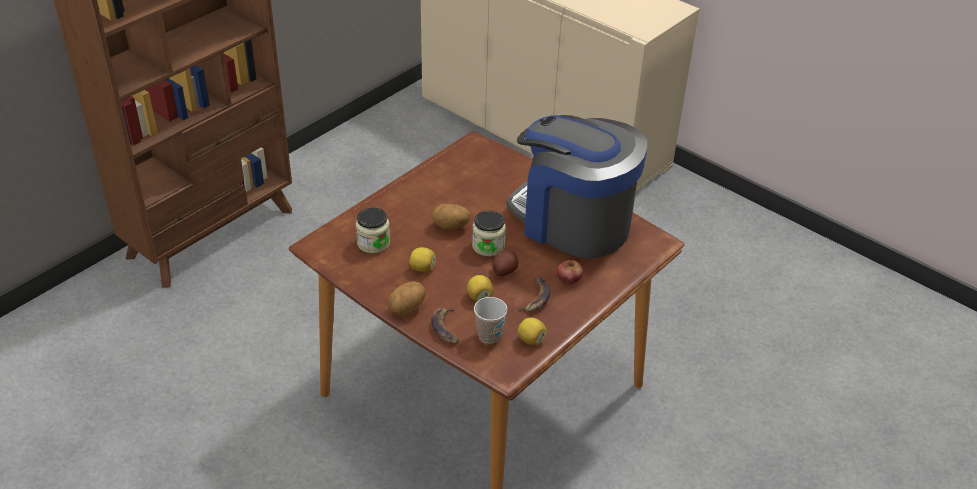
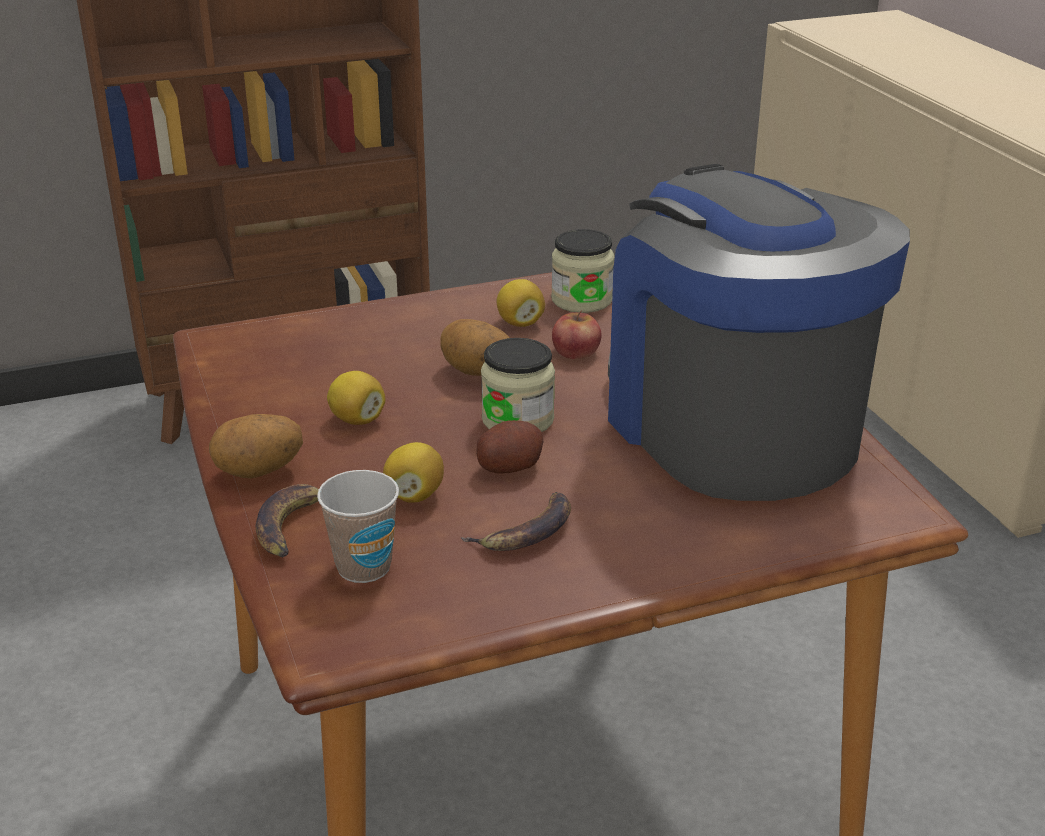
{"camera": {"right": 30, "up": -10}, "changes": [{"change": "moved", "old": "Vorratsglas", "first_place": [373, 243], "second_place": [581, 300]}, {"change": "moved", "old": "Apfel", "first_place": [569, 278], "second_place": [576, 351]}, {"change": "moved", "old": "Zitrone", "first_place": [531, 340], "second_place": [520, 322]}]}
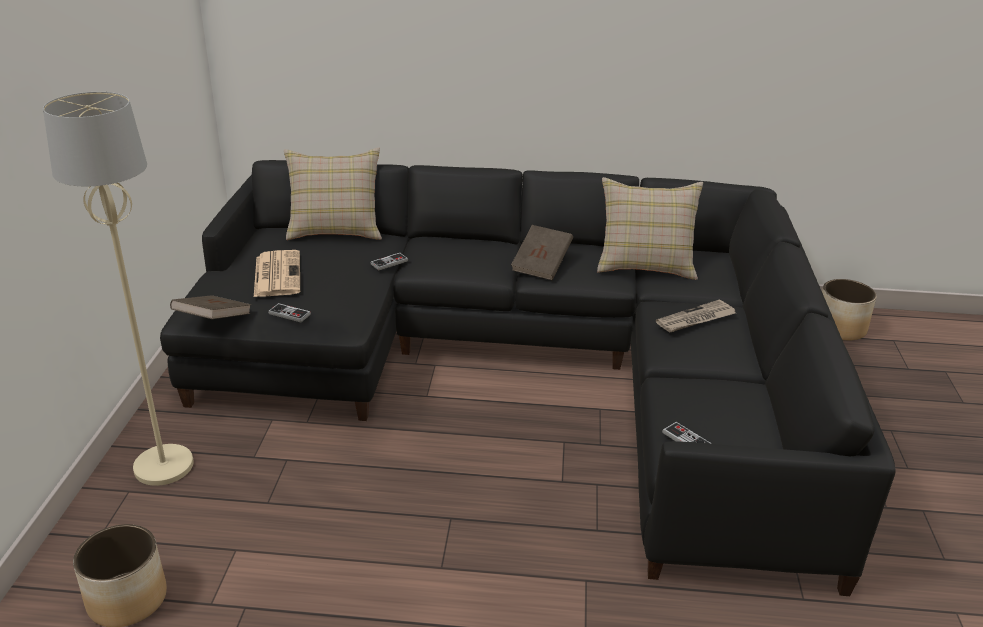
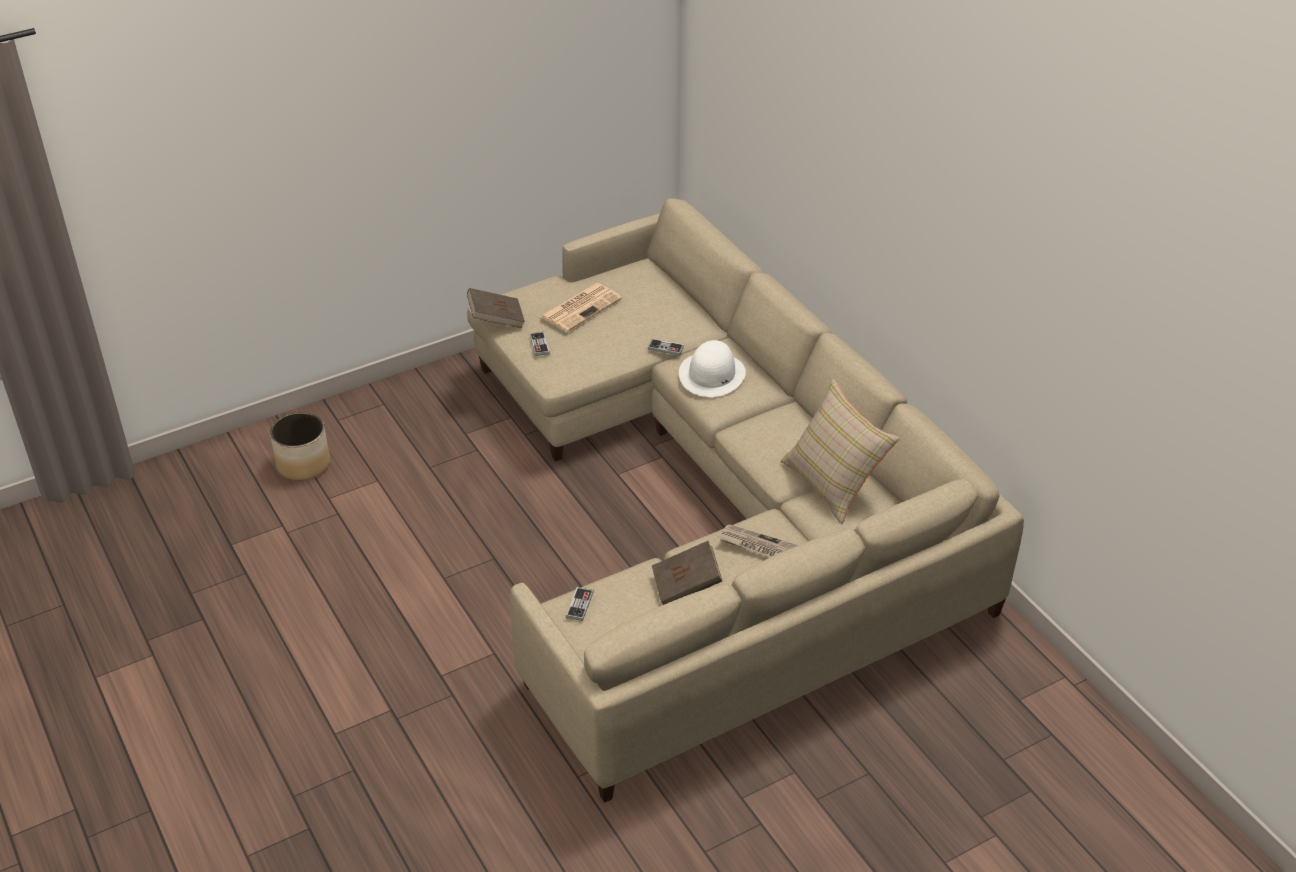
{"camera": {"right": 55, "up": 10}, "changes": [{"change": "removed", "old": "Stehlampe (beige)", "first_place": [163, 466]}, {"change": "removed", "old": "Kissen (beige)", "first_place": [335, 229]}, {"change": "recoloured", "old": "Sofa (schwarz)", "new": "Sofa (beige)", "first_place": [527, 367], "second_place": [715, 508]}, {"change": "moved", "old": "Buch (braun)", "first_place": [541, 265], "second_place": [686, 586]}, {"change": "removed", "old": "Pflanzkübel", "first_place": [839, 328]}, {"change": "added", "new": "Hut (weiß)", "second_place": [712, 374]}]}
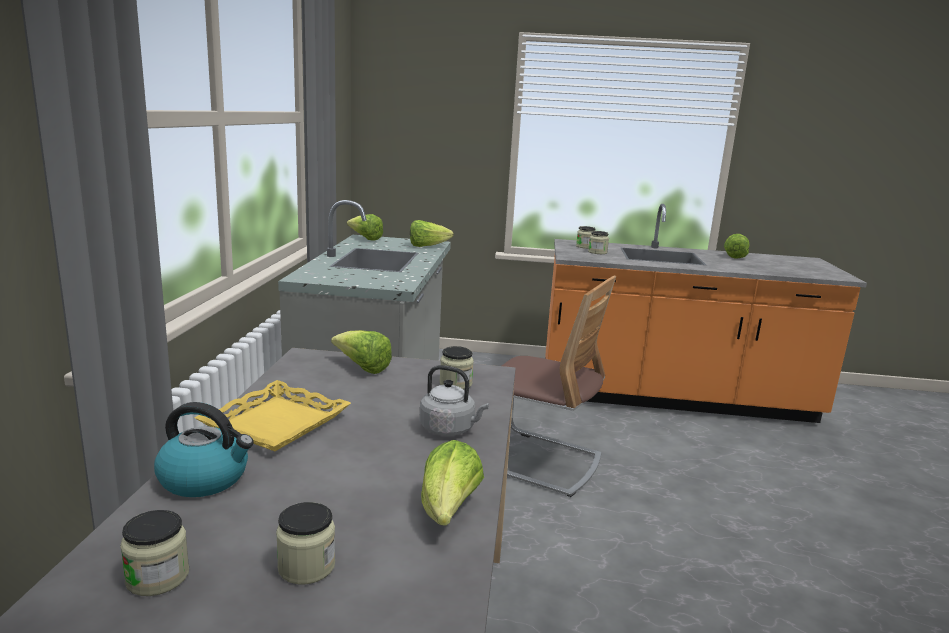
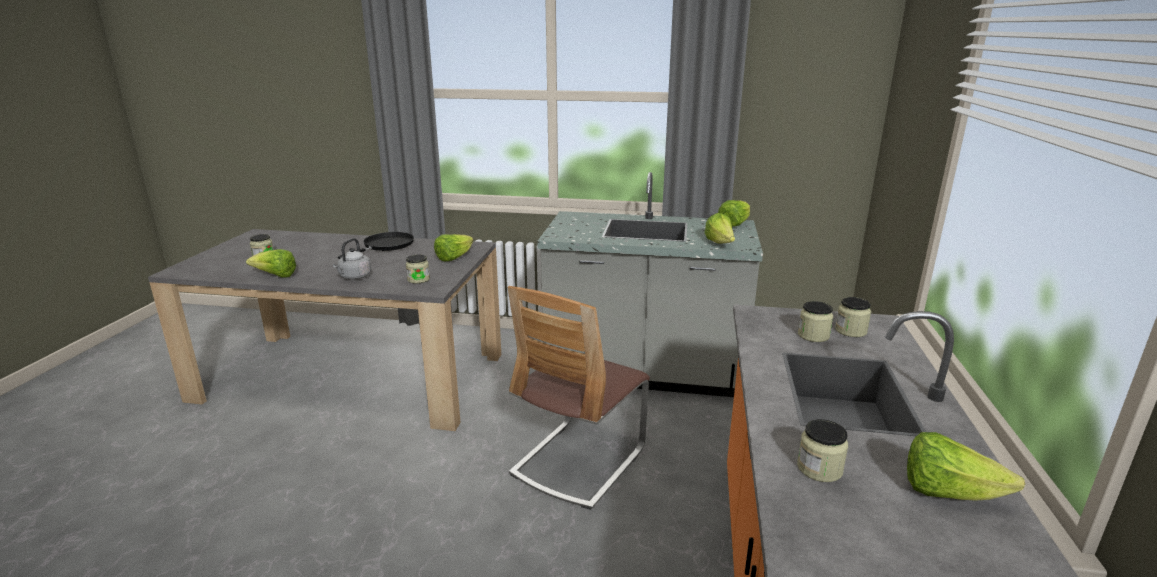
{"camera": {"right": 95, "up": 5}, "changes": [{"change": "replaced", "old": "Tablett (gelb)", "new": "Pfanne (schwarz)", "first_place": [275, 423], "second_place": [386, 246]}, {"change": "removed", "old": "Wasserkessel", "first_place": [205, 479]}, {"change": "moved", "old": "Vorratsglas", "first_place": [157, 577], "second_place": [819, 469]}]}
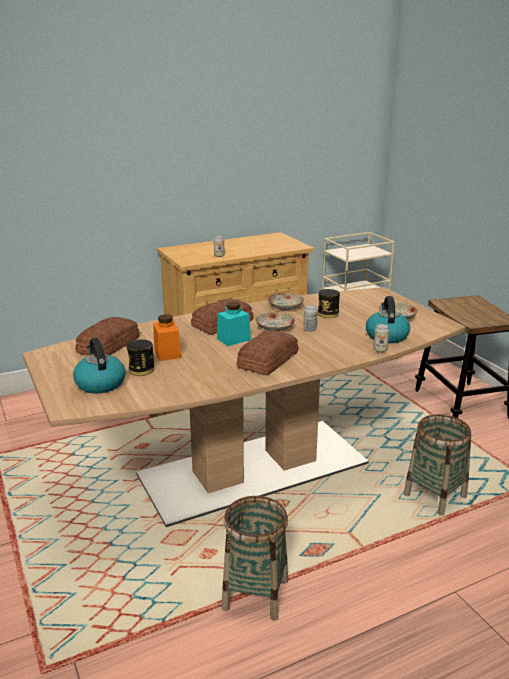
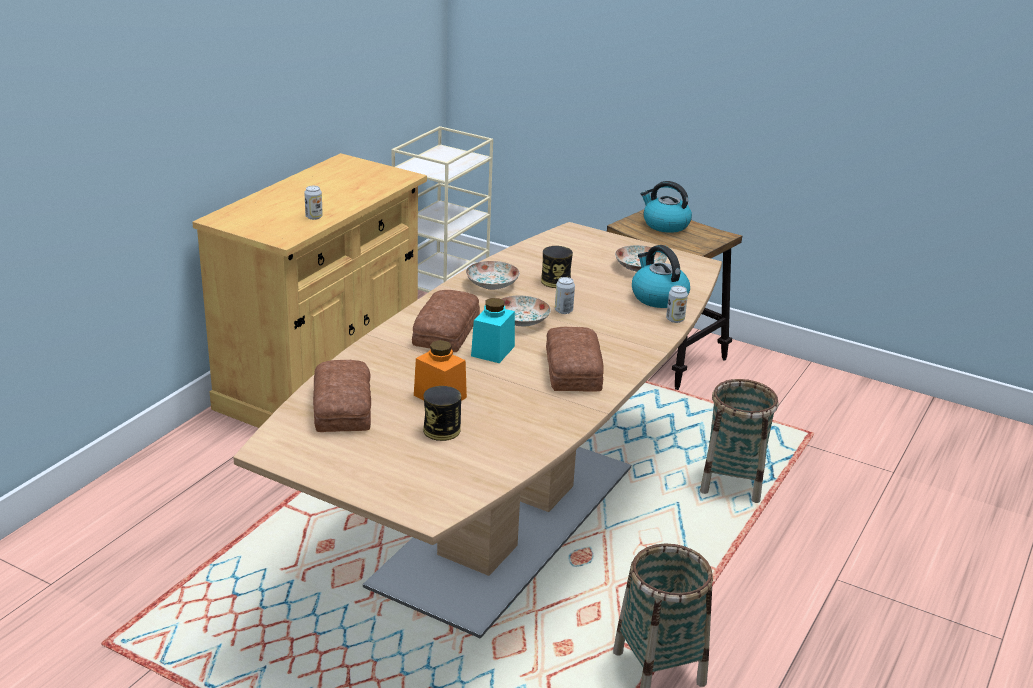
{"camera": {"right": -35, "up": 5}, "changes": [{"change": "moved", "old": "Wasserkessel", "first_place": [100, 383], "second_place": [665, 225]}]}
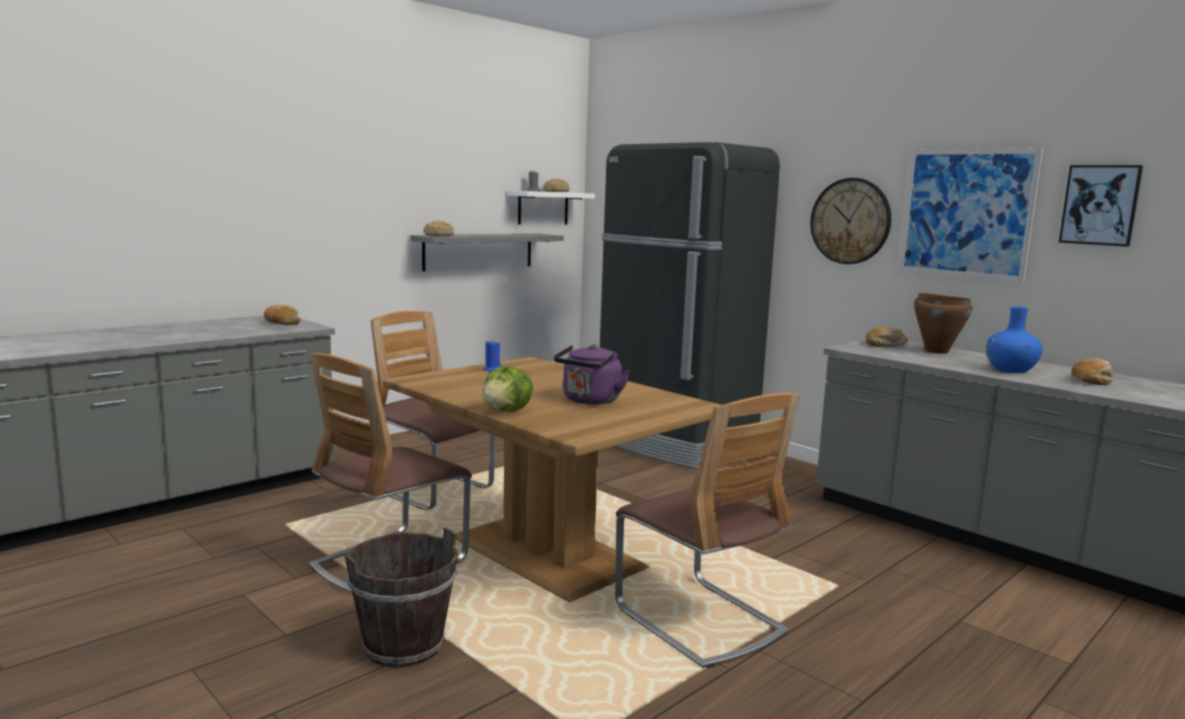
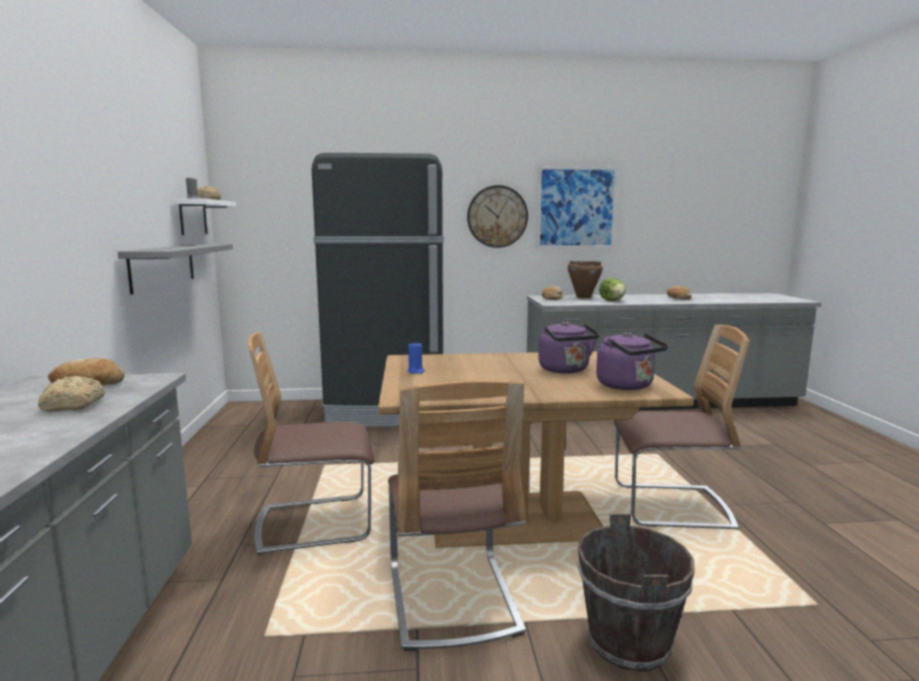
{"camera": {"right": -50, "up": 0}, "changes": [{"change": "removed", "old": "Bild", "first_place": [1100, 205]}, {"change": "moved", "old": "Brot", "first_place": [437, 235], "second_place": [72, 406]}, {"change": "removed", "old": "Vase (blau)", "first_place": [1010, 370]}, {"change": "moved", "old": "Salatkopf", "first_place": [507, 411], "second_place": [612, 301]}, {"change": "added", "new": "Wasserkessel (lila)", "second_place": [628, 386]}]}
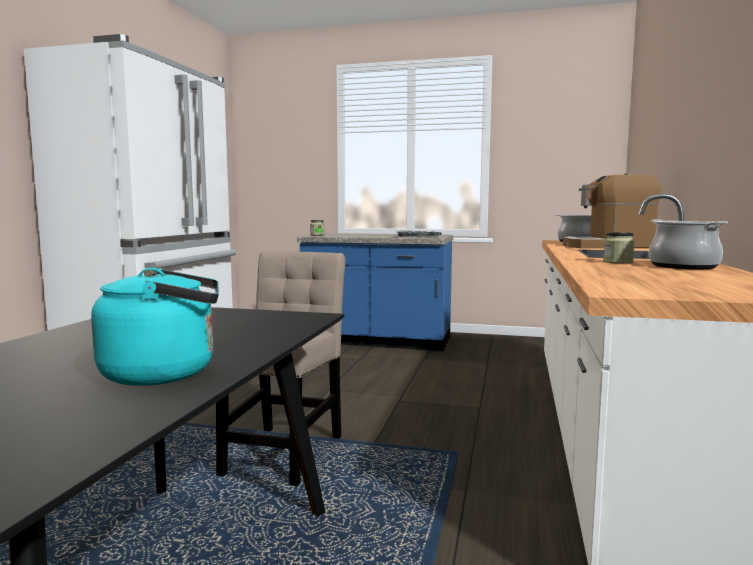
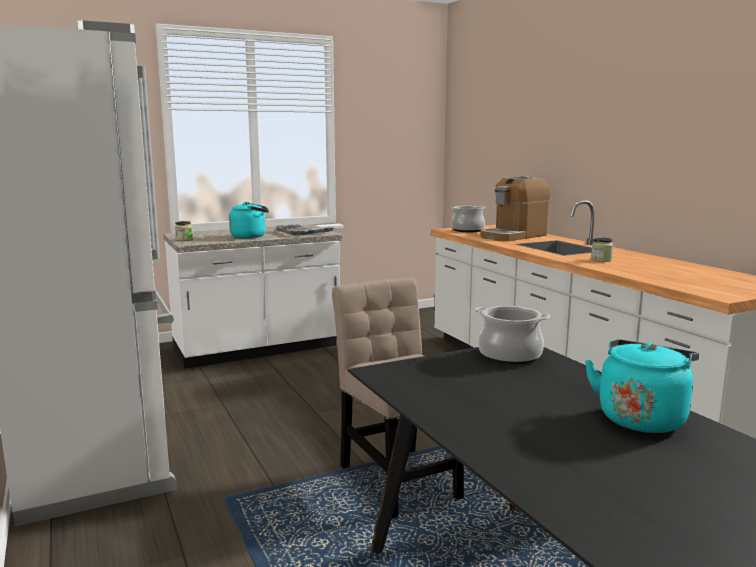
{"camera": {"right": -40, "up": 5}, "changes": [{"change": "moved", "old": "Kochtopf", "first_place": [683, 266], "second_place": [509, 356]}, {"change": "recoloured", "old": "Küchenzeile (blau)", "new": "Küchenzeile (weiß)", "first_place": [377, 341], "second_place": [257, 349]}, {"change": "added", "new": "Wasserkessel (türkis)", "second_place": [251, 236]}]}
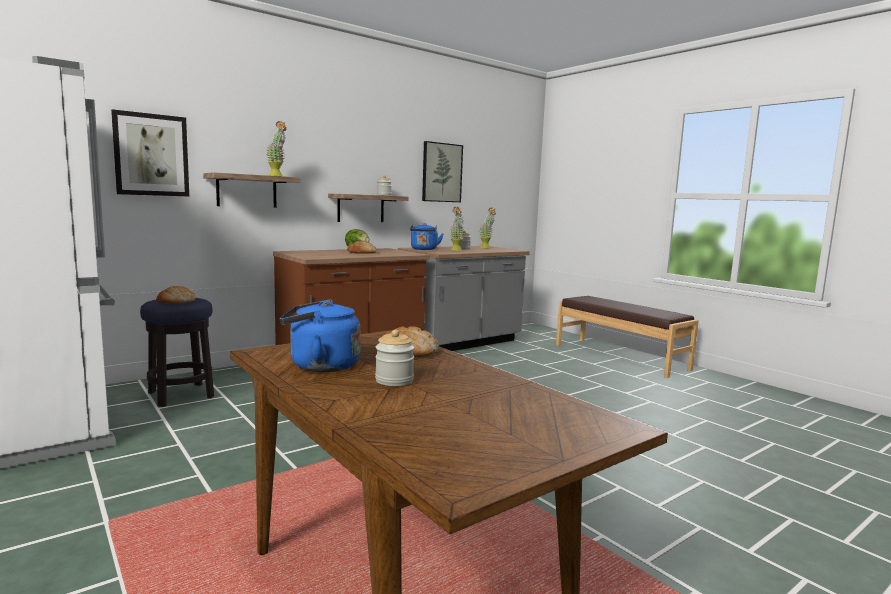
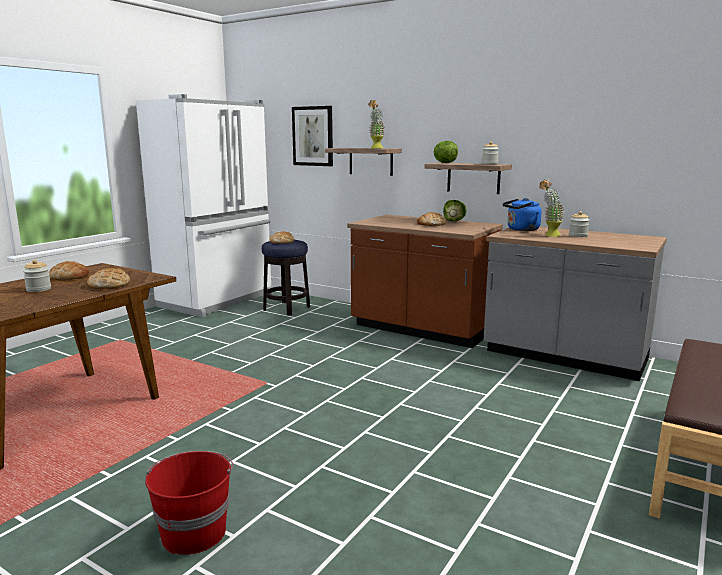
{"camera": {"right": 70, "up": 5}, "changes": [{"change": "removed", "old": "Bild", "first_place": [441, 172]}, {"change": "removed", "old": "Topfpflanze", "first_place": [487, 248]}, {"change": "replaced", "old": "Wasserkessel (blau)", "new": "Brot", "first_place": [320, 366], "second_place": [70, 276]}, {"change": "added", "new": "Salatkopf", "second_place": [444, 163]}, {"change": "added", "new": "Eimer (rot)", "second_place": [194, 532]}]}
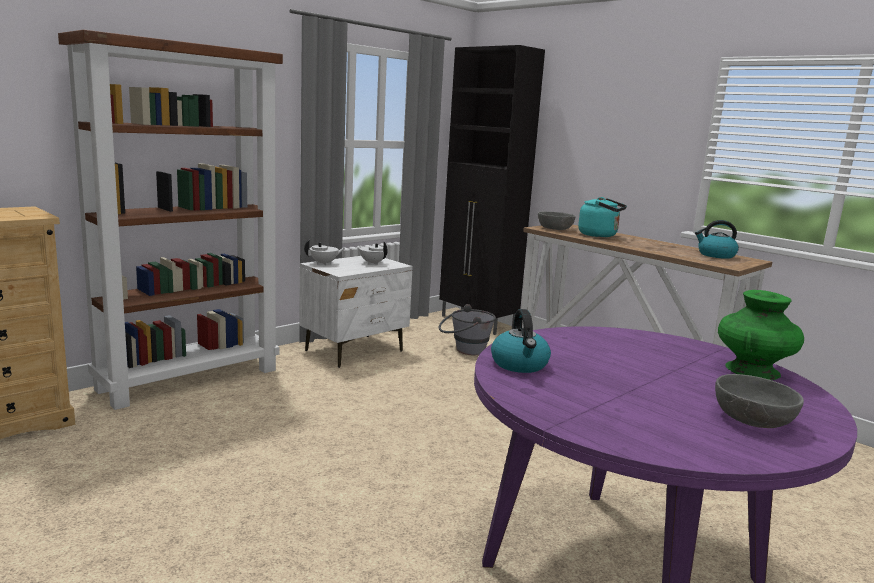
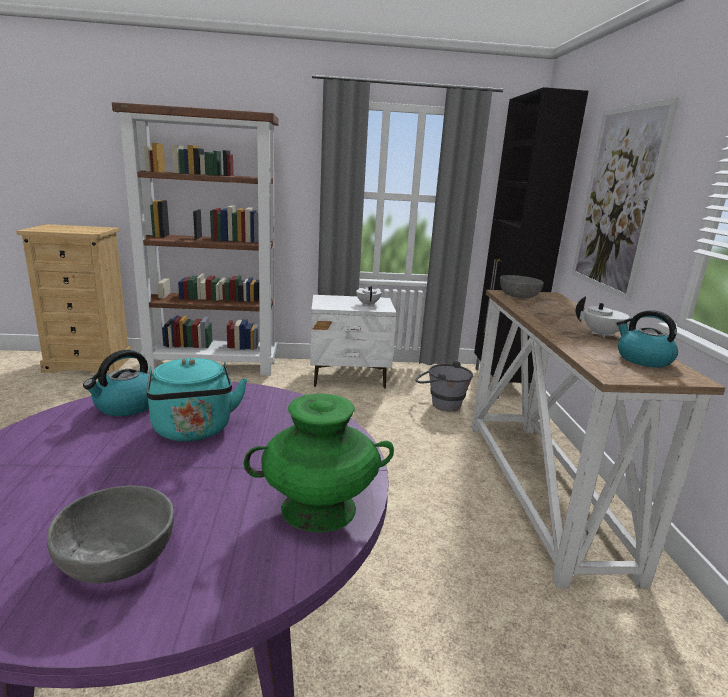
{"camera": {"right": 40, "up": 5}, "changes": [{"change": "moved", "old": "Wasserkessel (türkis)", "first_place": [600, 235], "second_place": [194, 431]}, {"change": "moved", "old": "Teekanne (weiß)", "first_place": [324, 263], "second_place": [602, 334]}, {"change": "added", "new": "Bild", "second_place": [617, 200]}]}
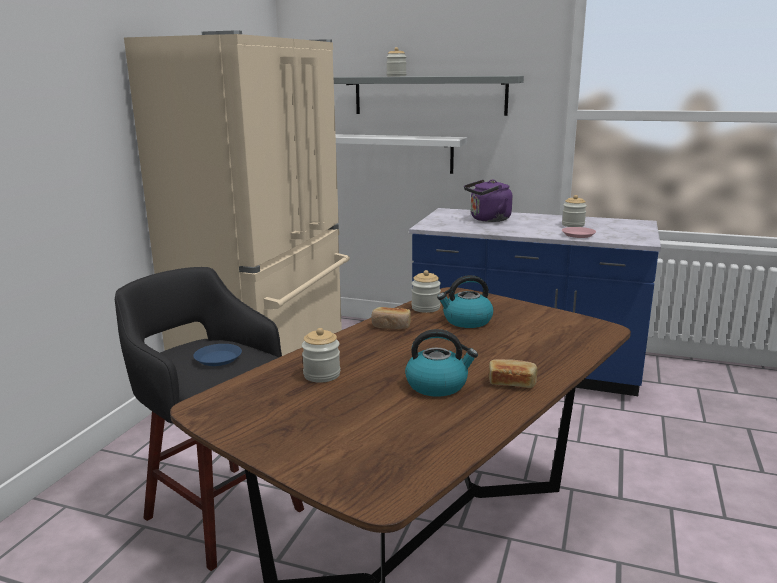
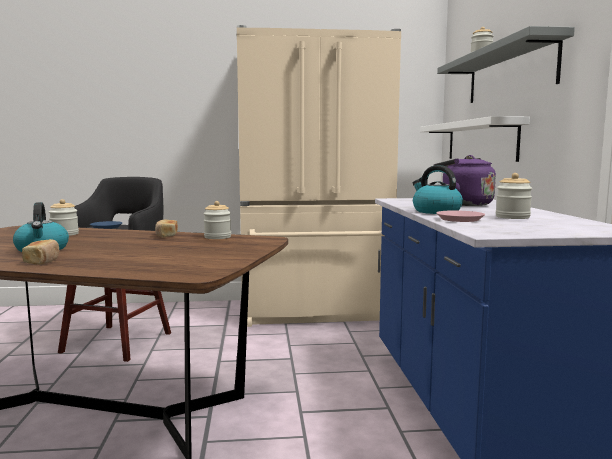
{"camera": {"right": 65, "up": -10}, "changes": [{"change": "moved", "old": "Wasserkessel", "first_place": [466, 321], "second_place": [435, 211]}]}
